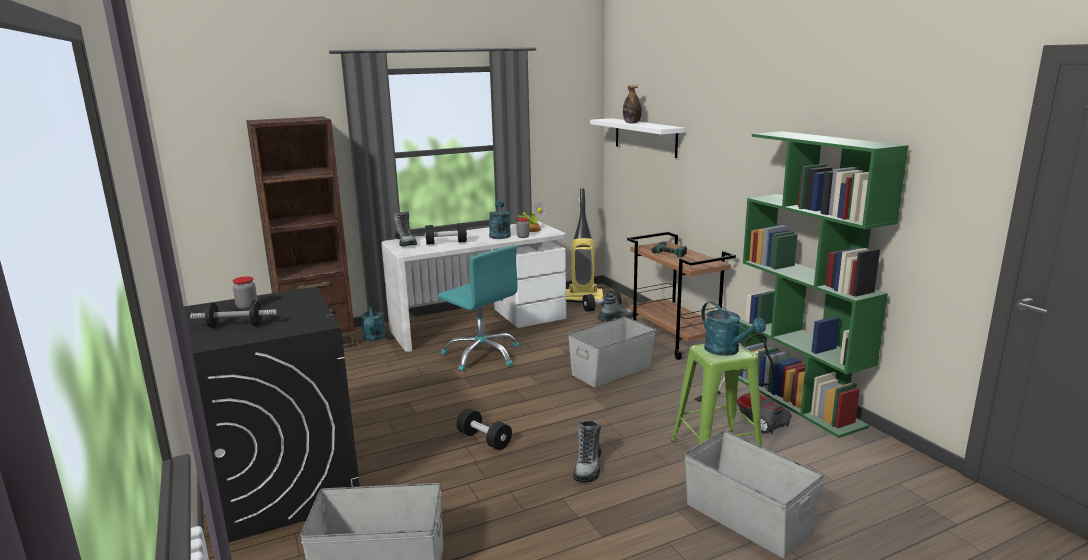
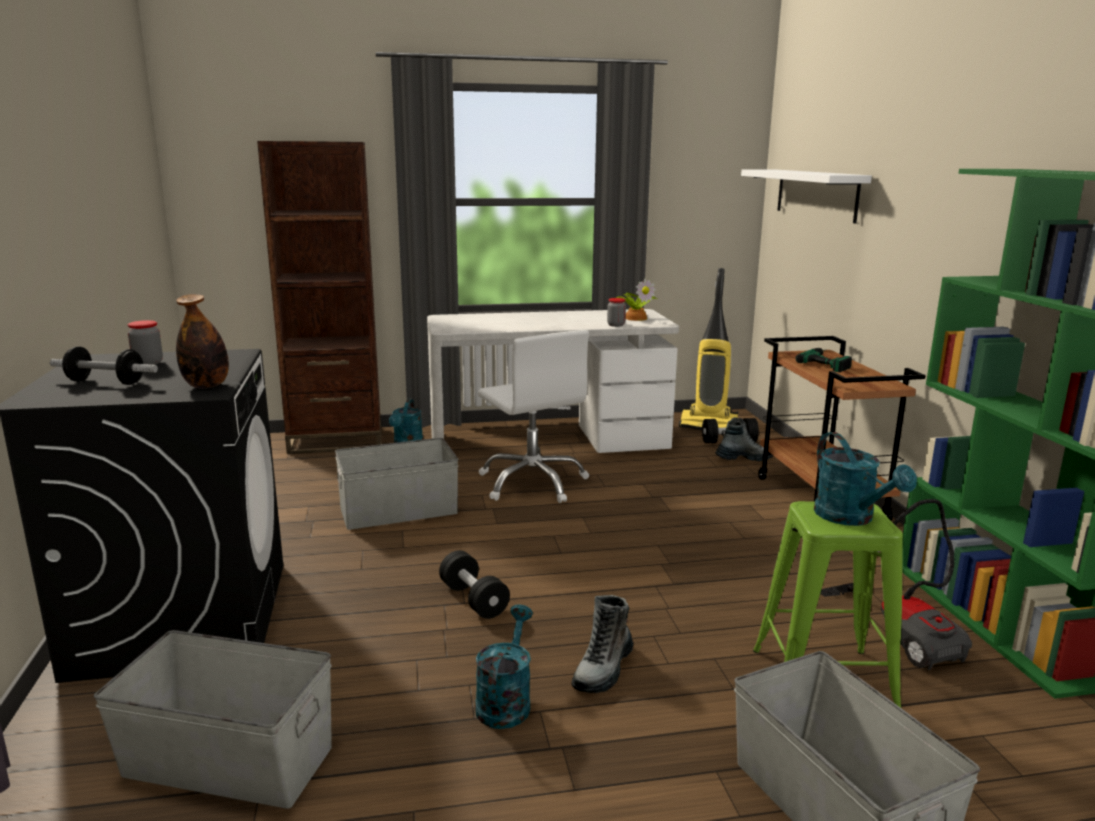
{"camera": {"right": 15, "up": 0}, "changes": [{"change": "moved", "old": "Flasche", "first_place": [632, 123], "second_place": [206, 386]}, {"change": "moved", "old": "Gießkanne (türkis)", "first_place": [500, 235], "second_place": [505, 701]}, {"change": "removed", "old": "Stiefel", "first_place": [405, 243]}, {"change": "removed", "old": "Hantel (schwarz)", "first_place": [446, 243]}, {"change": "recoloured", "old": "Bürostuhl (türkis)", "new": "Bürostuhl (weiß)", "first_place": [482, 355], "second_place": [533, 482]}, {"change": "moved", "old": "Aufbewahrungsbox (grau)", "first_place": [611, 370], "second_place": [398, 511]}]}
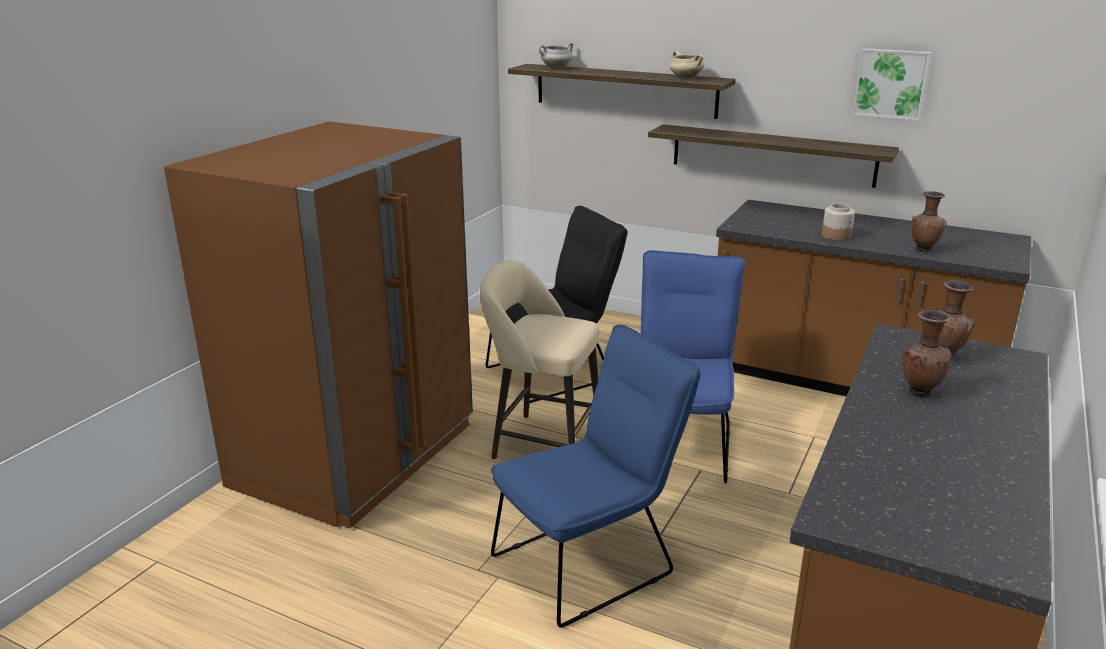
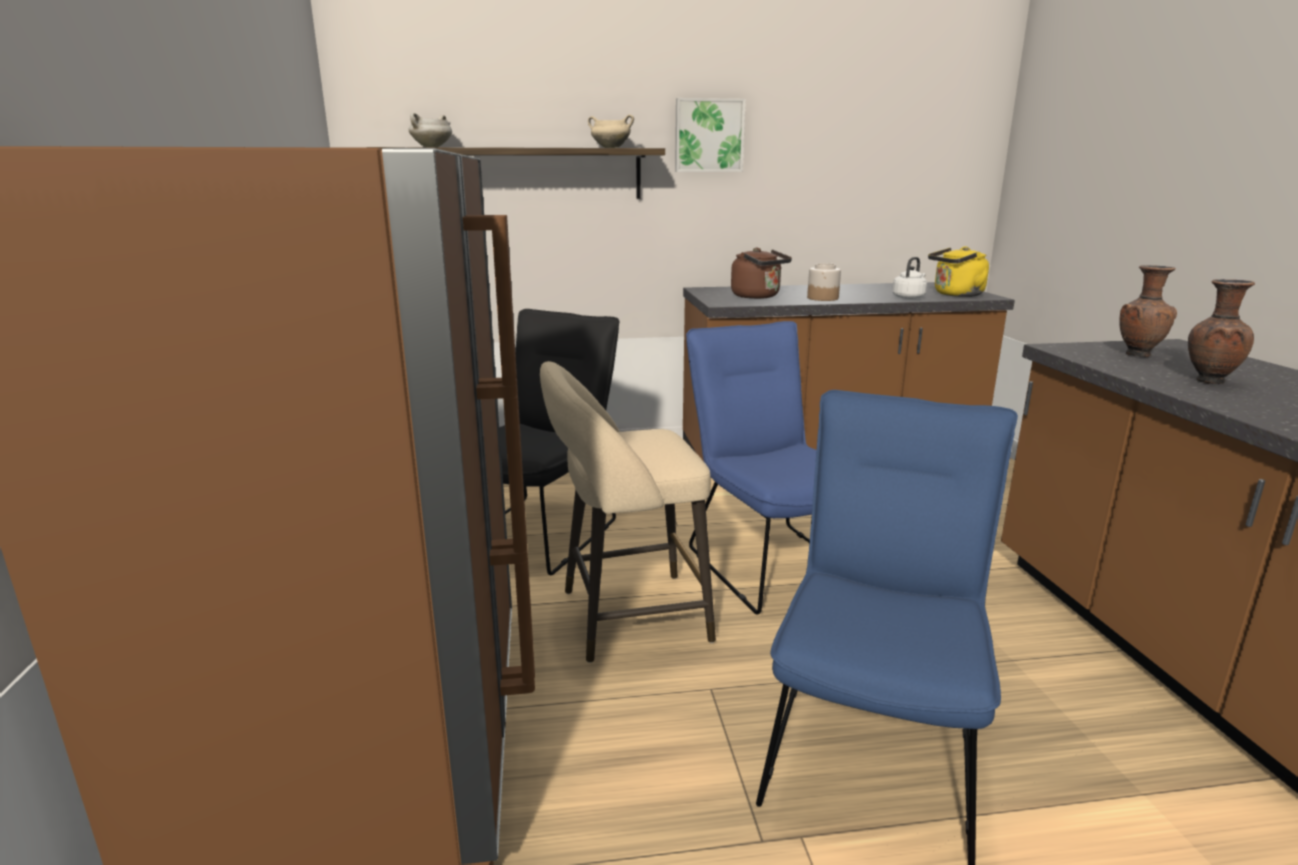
{"camera": {"right": -35, "up": -5}, "changes": [{"change": "moved", "old": "Bild", "first_place": [891, 83], "second_place": [708, 136]}, {"change": "removed", "old": "Wandregal", "first_place": [772, 155]}, {"change": "replaced", "old": "Vase (braun)", "new": "Wasserkessel (weiß)", "first_place": [923, 250], "second_place": [909, 297]}, {"change": "added", "new": "Wasserkessel (gelb)", "second_place": [956, 295]}, {"change": "added", "new": "Wasserkessel (braun)", "second_place": [758, 297]}]}
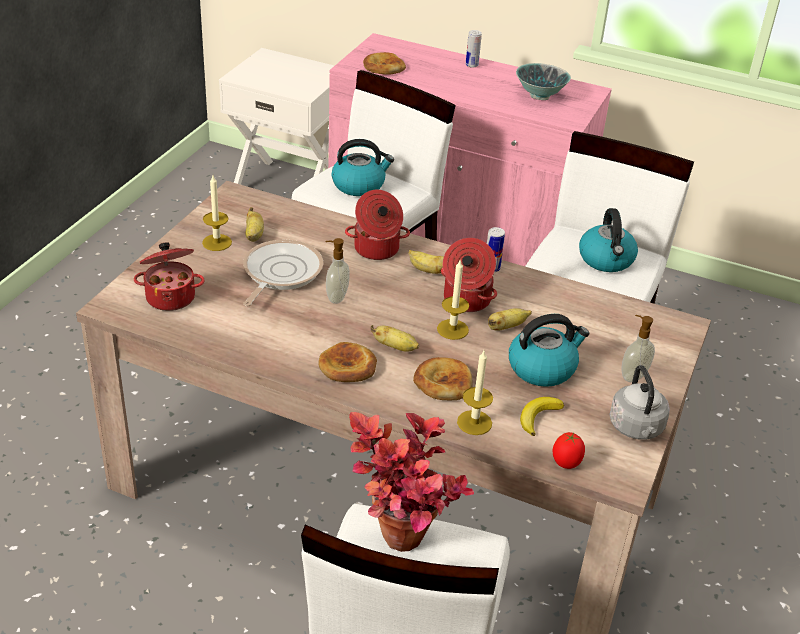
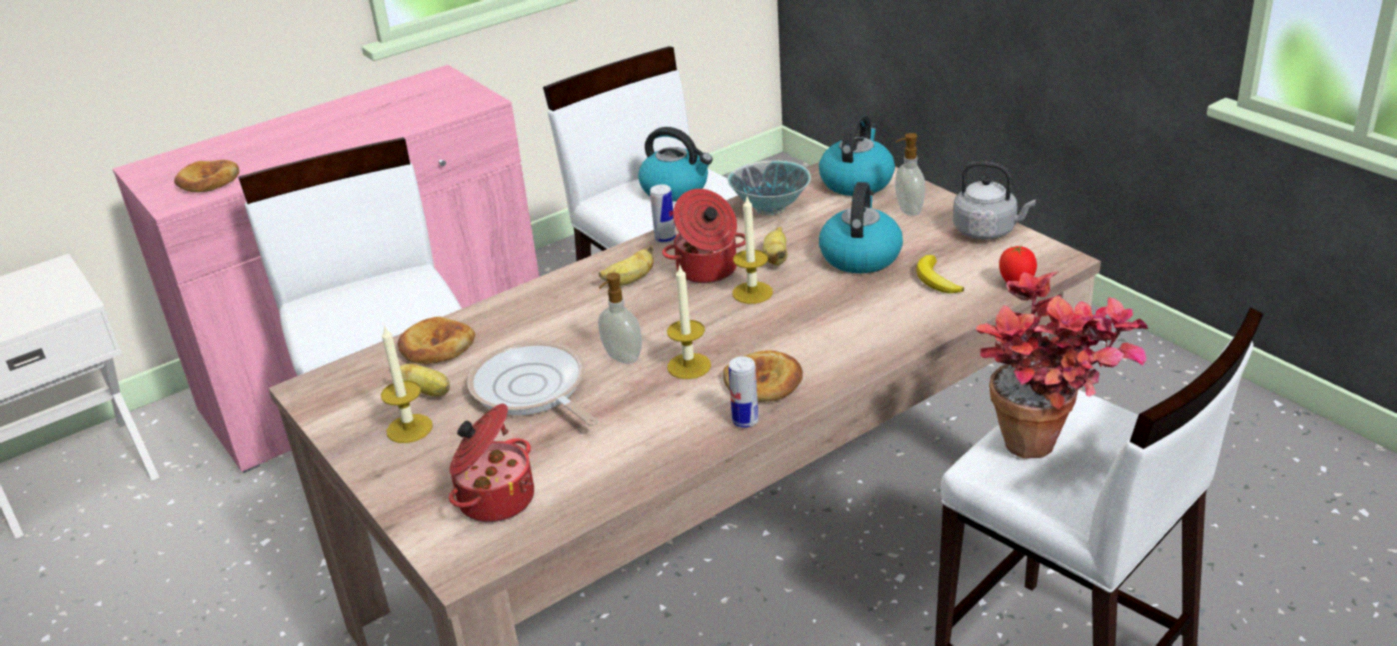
{"camera": {"right": -55, "up": -5}, "changes": [{"change": "moved", "old": "Dose", "first_place": [471, 65], "second_place": [745, 421]}, {"change": "moved", "old": "Schüssel", "first_place": [540, 96], "second_place": [770, 209]}, {"change": "moved", "old": "Wasserkessel", "first_place": [359, 185], "second_place": [856, 182]}, {"change": "removed", "old": "Kochtopf", "first_place": [376, 249]}, {"change": "removed", "old": "Banane", "first_place": [395, 347]}, {"change": "moved", "old": "Kerze", "first_place": [474, 422], "second_place": [689, 366]}, {"change": "moved", "old": "Brot", "first_place": [443, 382], "second_place": [436, 346]}]}
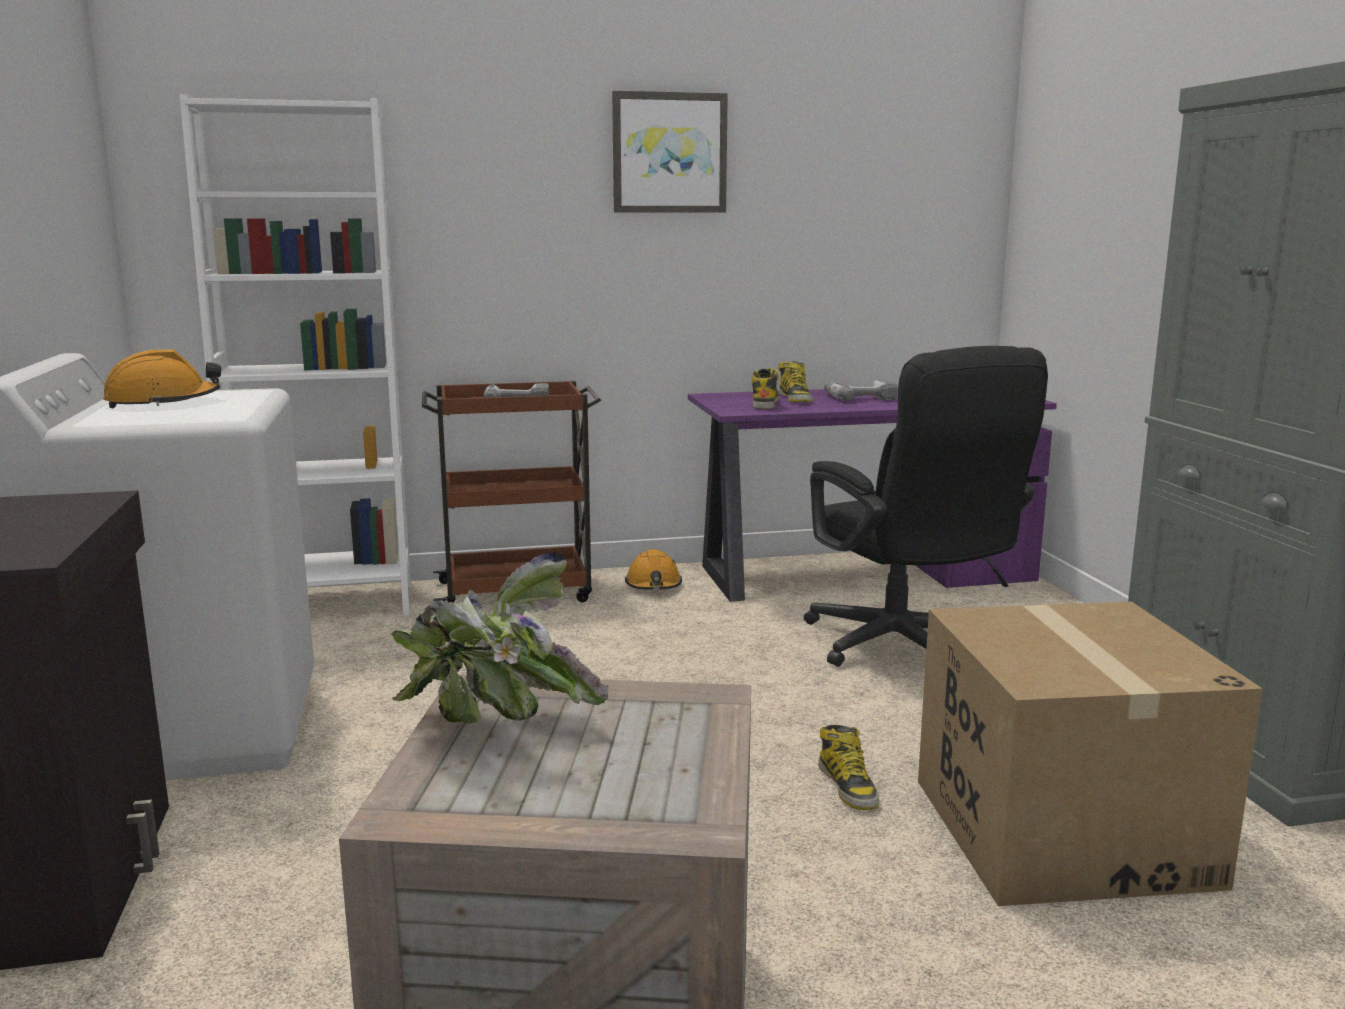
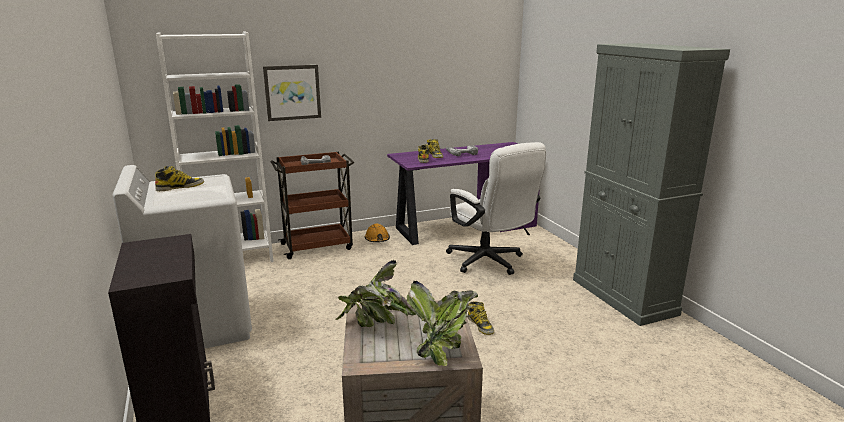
{"camera": {"right": -10, "up": 5}, "changes": [{"change": "moved", "old": "Bild", "first_place": [669, 153], "second_place": [292, 92]}, {"change": "recoloured", "old": "Bürostuhl (schwarz)", "new": "Bürostuhl (weiß)", "first_place": [905, 649], "second_place": [490, 262]}, {"change": "replaced", "old": "Schutzhelm (orange)", "new": "Stiefel", "first_place": [163, 402], "second_place": [180, 187]}, {"change": "removed", "old": "Karton", "first_place": [1060, 831]}, {"change": "added", "new": "Topfpflanze", "second_place": [442, 347]}]}
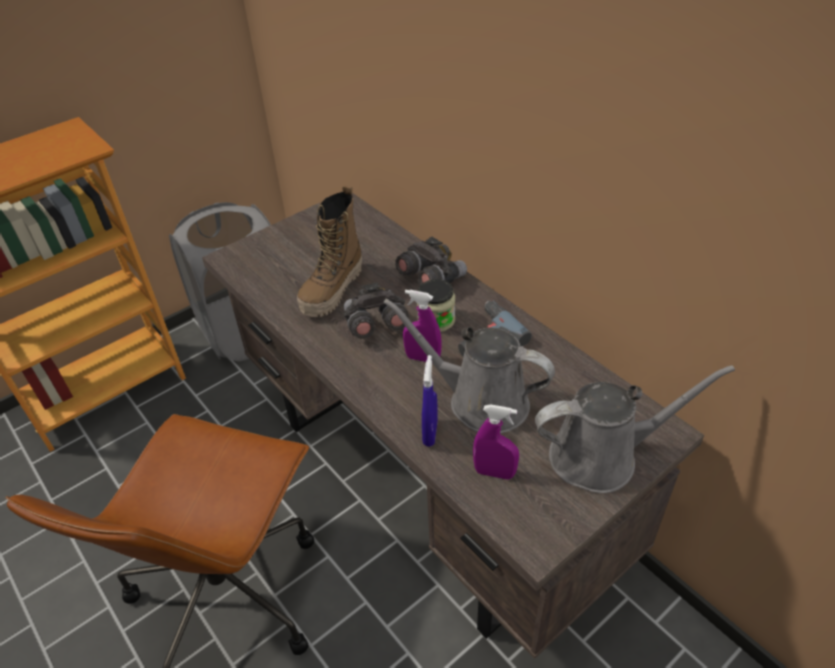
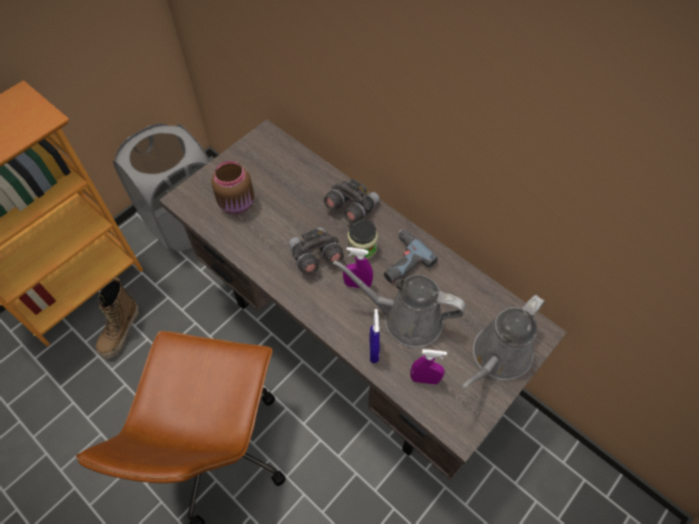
{"camera": {"right": -10, "up": 15}, "changes": [{"change": "moved", "old": "Stiefel", "first_place": [333, 291], "second_place": [121, 332]}, {"change": "turned", "old": "Gießkanne (grau)", "first_place": [601, 456], "second_place": [498, 357], "degrees": 150}, {"change": "added", "new": "Vorratsglas (braun)", "second_place": [238, 204]}]}
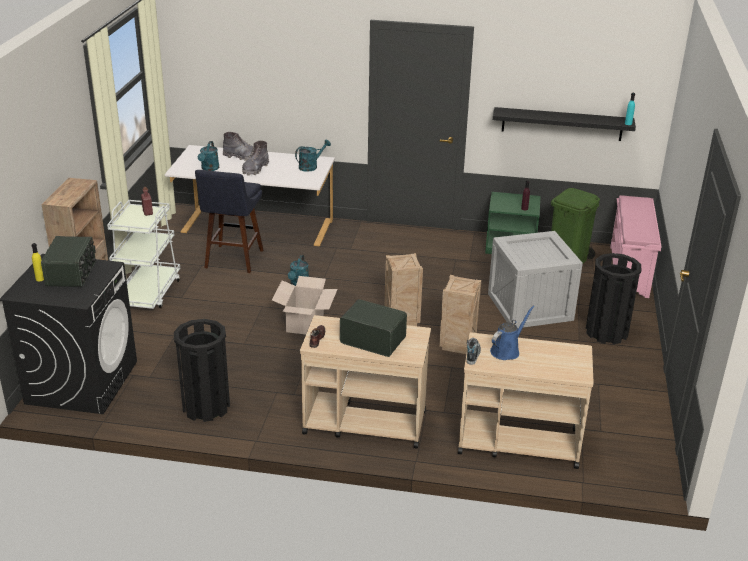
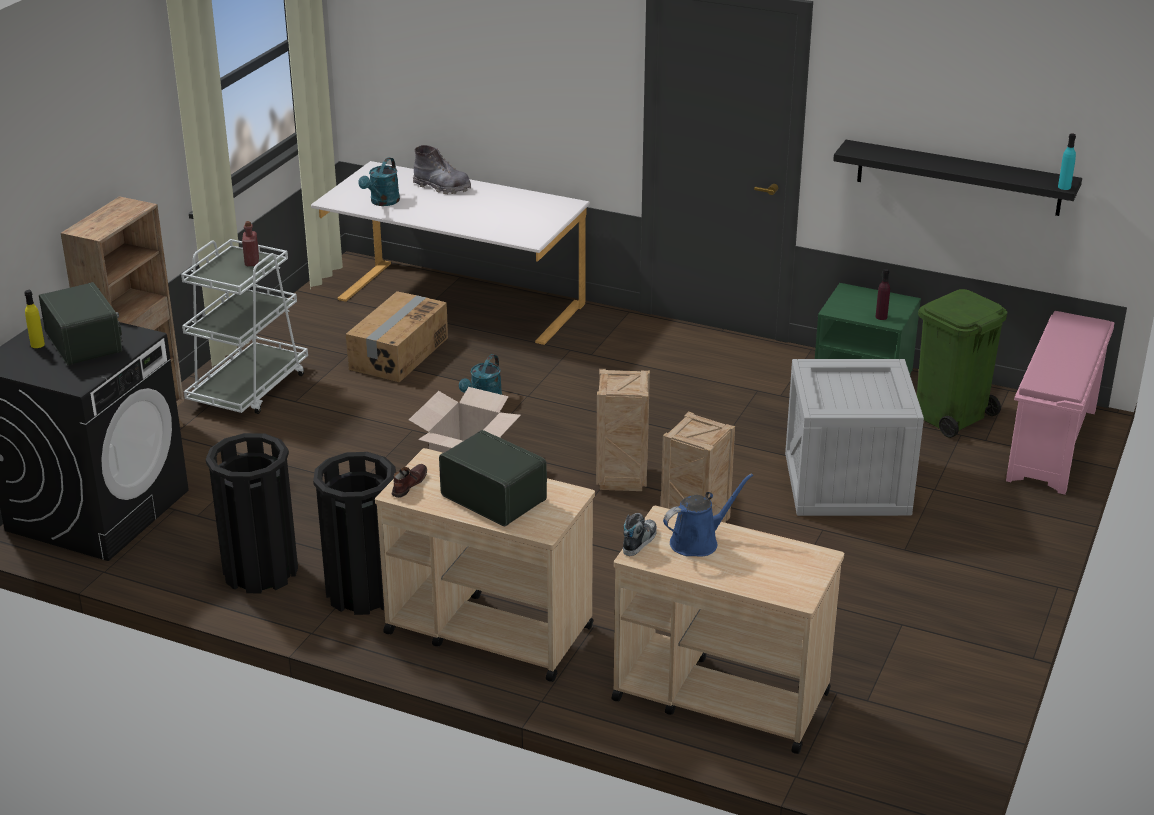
{"camera": {"right": 15, "up": 0}, "changes": [{"change": "removed", "old": "Gießkanne (türkis)", "first_place": [311, 166]}, {"change": "removed", "old": "Stiefel (grau)", "first_place": [255, 169]}, {"change": "replaced", "old": "Hocker (blau)", "new": "Karton", "first_place": [233, 261], "second_place": [398, 353]}, {"change": "turned", "old": "Radio", "first_place": [72, 274], "second_place": [85, 342], "degrees": -45}, {"change": "moved", "old": "Mülleimer (schwarz)", "first_place": [606, 332], "second_place": [363, 591]}]}
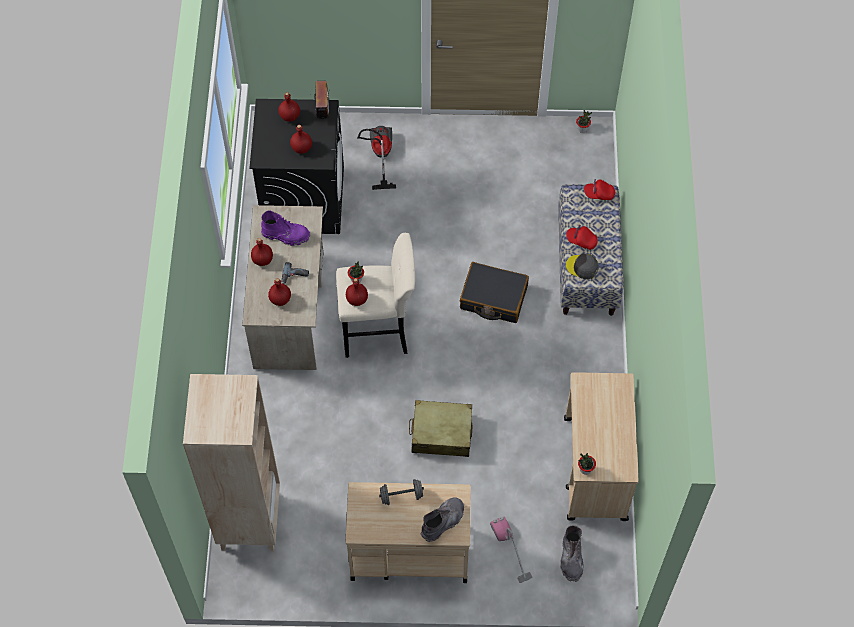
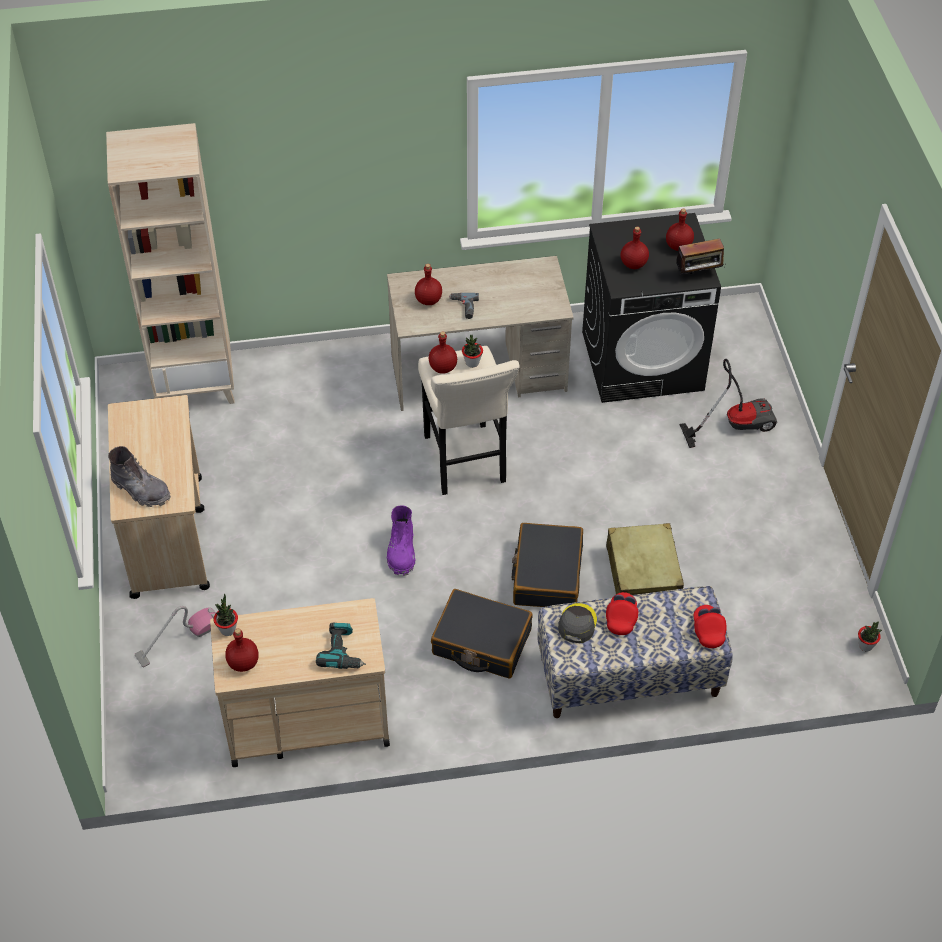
{"camera": {"right": 80, "up": -10}, "changes": [{"change": "moved", "old": "Stiefel (lila)", "first_place": [286, 235], "second_place": [401, 552]}, {"change": "moved", "old": "Flasche (rot)", "first_place": [263, 259], "second_place": [244, 663]}, {"change": "moved", "old": "Koffer (beige)", "first_place": [441, 433], "second_place": [643, 574]}, {"change": "removed", "old": "Hantel (grau)", "first_place": [401, 496]}, {"change": "removed", "old": "Stiefel (grau)", "first_place": [571, 558]}, {"change": "added", "new": "Koffer (schwarz)", "second_place": [481, 642]}, {"change": "added", "new": "Bohrmaschine", "second_place": [343, 652]}]}
